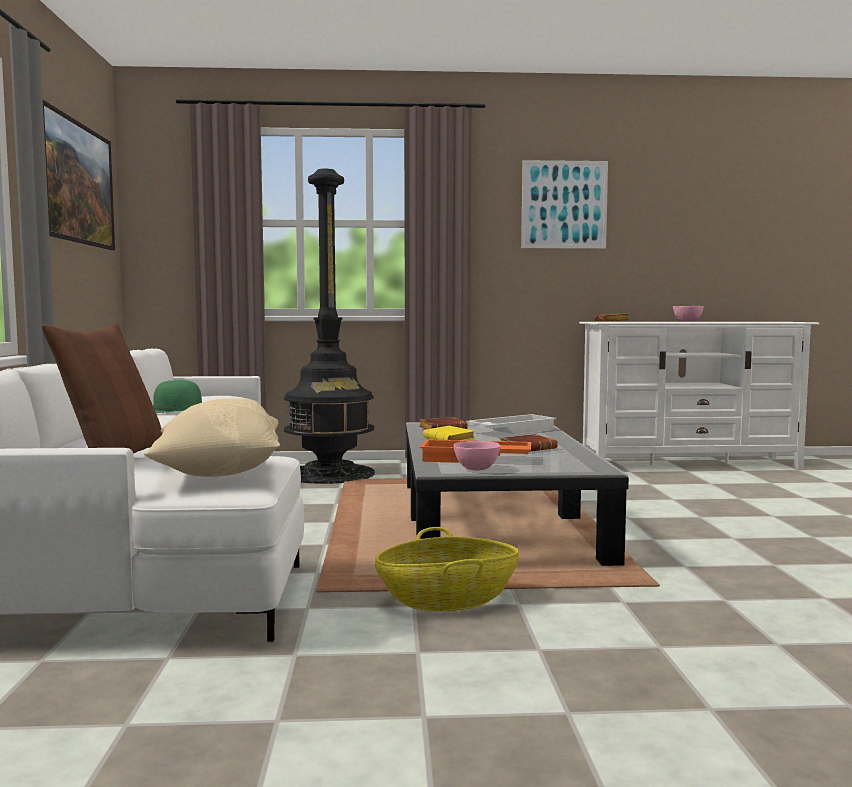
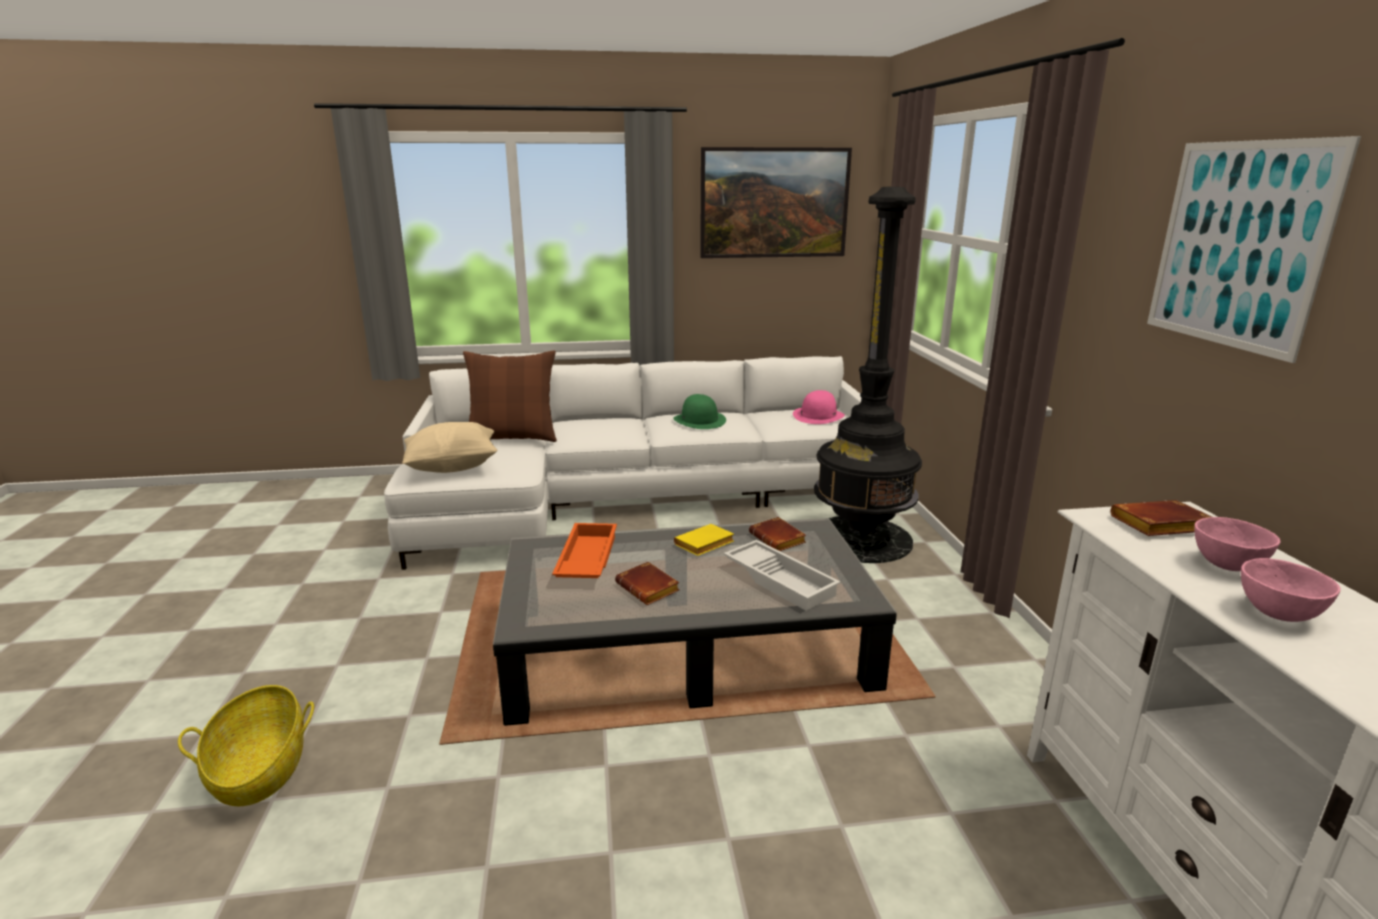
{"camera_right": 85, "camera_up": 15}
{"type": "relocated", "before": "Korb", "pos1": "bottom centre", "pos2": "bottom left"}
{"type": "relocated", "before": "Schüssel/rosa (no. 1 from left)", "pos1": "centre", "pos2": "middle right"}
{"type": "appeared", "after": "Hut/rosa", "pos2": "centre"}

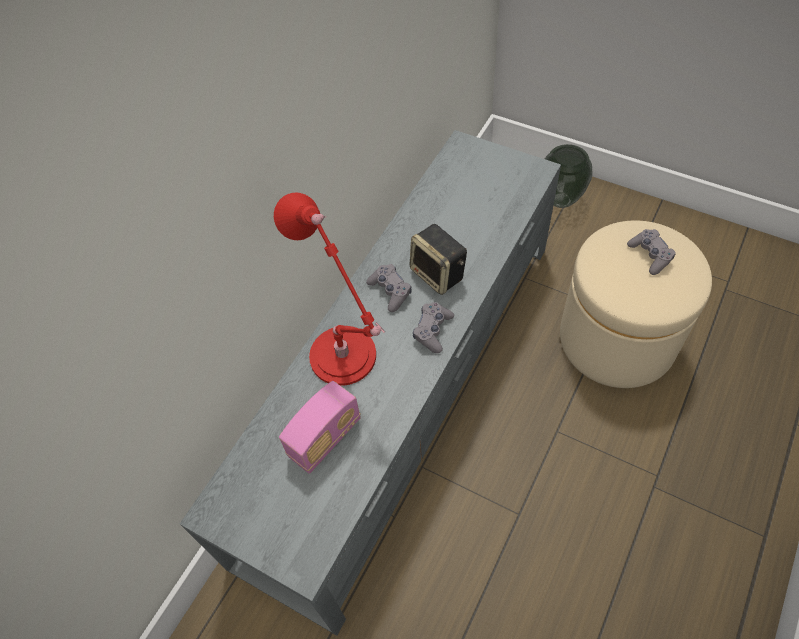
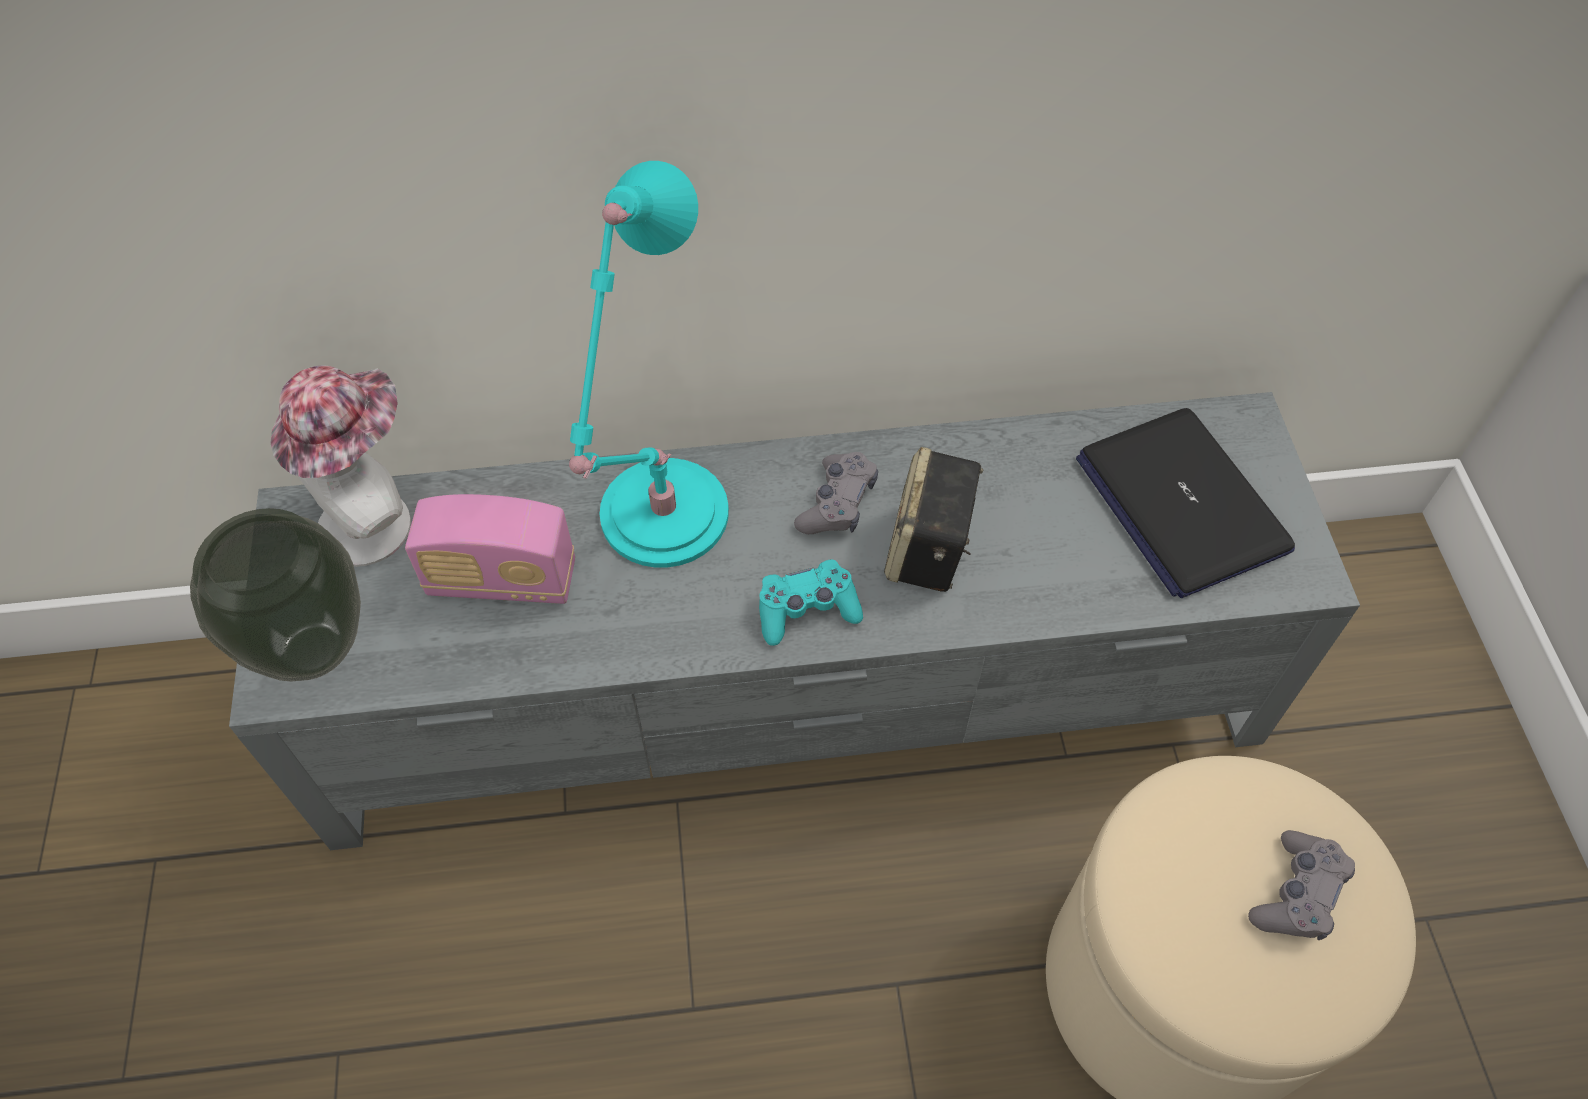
{"camera_right": 50, "camera_up": 0}
{"type": "colour", "before": "Tischlampe/rot", "after": "Tischlampe/türkis", "pos1": "centre", "pos2": "top centre"}
{"type": "colour", "before": "Gamepad/grau (no. 2 from left)", "after": "Gamepad/türkis", "pos1": "centre", "pos2": "centre"}
{"type": "relocated", "before": "Vase", "pos1": "top right", "pos2": "middle left"}
{"type": "appeared", "after": "Hut", "pos2": "middle left"}
{"type": "appeared", "after": "Laptop", "pos2": "middle right"}

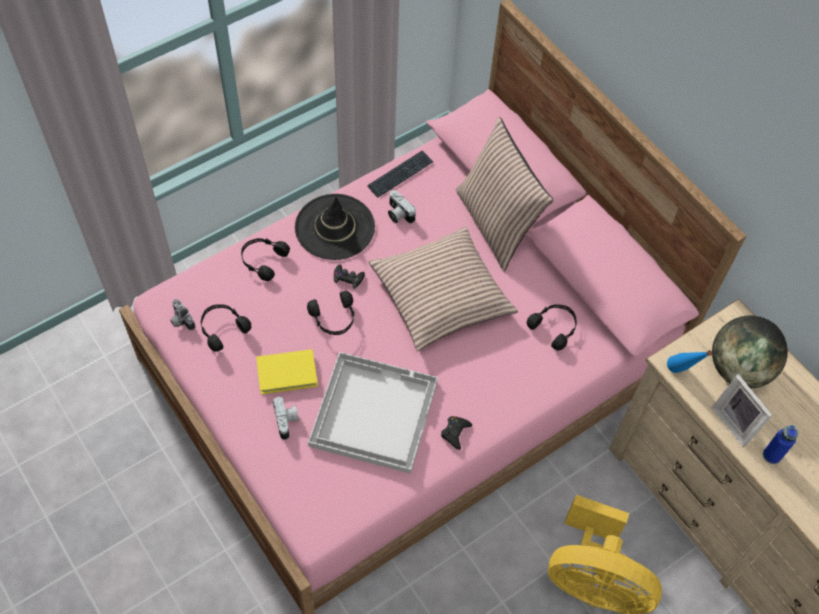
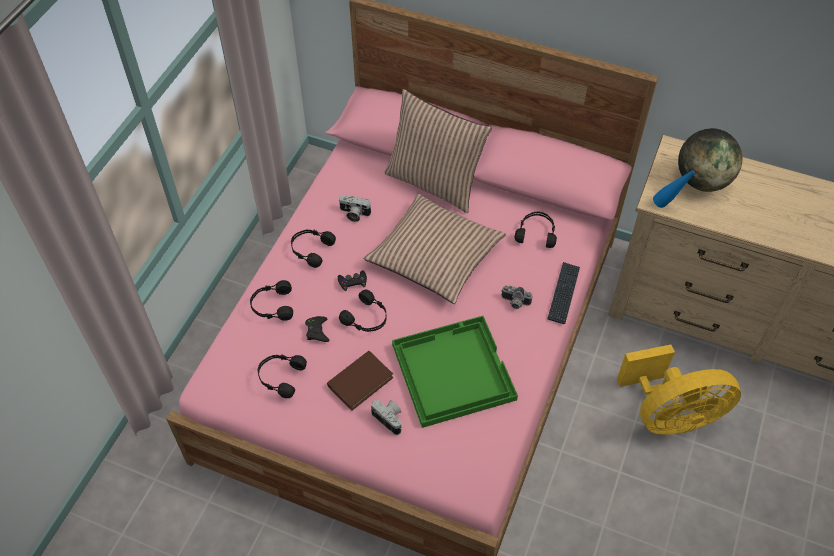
{"camera_right": -30, "camera_up": -5}
{"type": "relocated", "before": "Kamera (no. 1 from left in the first image)", "after": "Kamera (no. 3 from left)", "pos1": "middle left", "pos2": "centre"}
{"type": "colour", "before": "Buch/gelb", "after": "Buch/braun", "pos1": "centre", "pos2": "bottom centre"}
{"type": "exchanged", "before": "Hut/schwarz", "after": "Kopfhörer/schwarz (no. 3 from left)", "pos1": "centre", "pos2": "centre"}
{"type": "colour", "before": "Tablett/weiß", "after": "Tablett/grün", "pos1": "bottom centre", "pos2": "bottom centre"}
{"type": "relocated", "before": "Tastatur", "pos1": "top centre", "pos2": "middle right"}
{"type": "relocated", "before": "Gamepad/schwarz (no. 2 from left in the first image)", "after": "Gamepad/schwarz (no. 1 from left)", "pos1": "bottom centre", "pos2": "centre"}
{"type": "missing", "before": "Bilderrahmen", "pos1": "bottom right"}
{"type": "missing", "before": "Flasche/blau (no. 2 from left)", "pos1": "bottom right"}

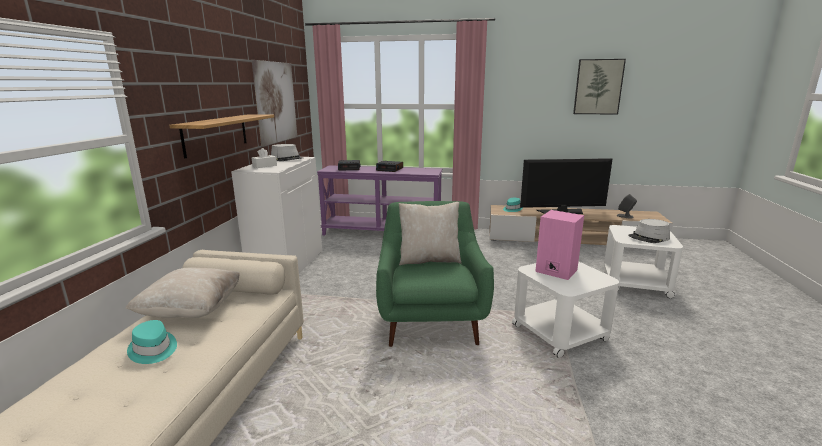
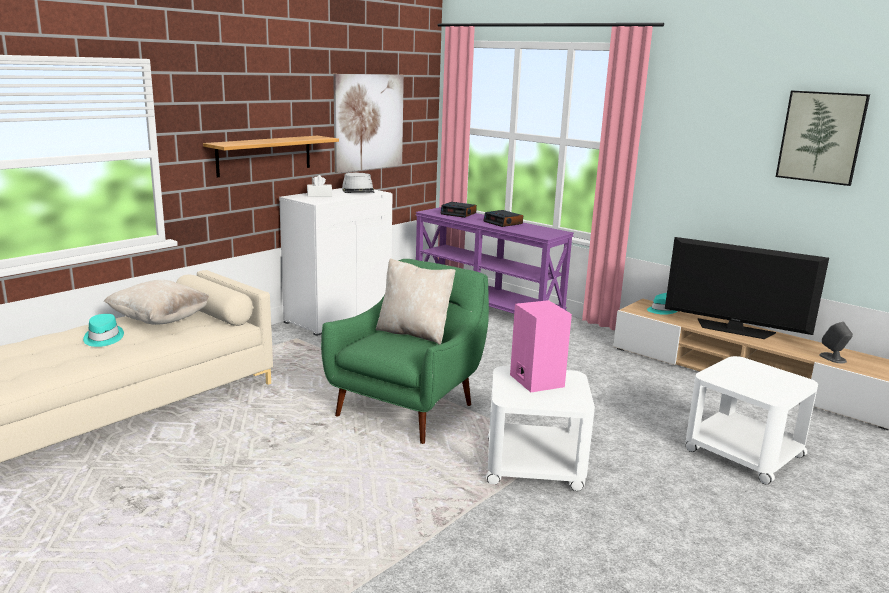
{"camera_right": 30, "camera_up": 0}
{"type": "missing", "before": "Hut/grau (no. 2 from left)", "pos1": "middle right"}

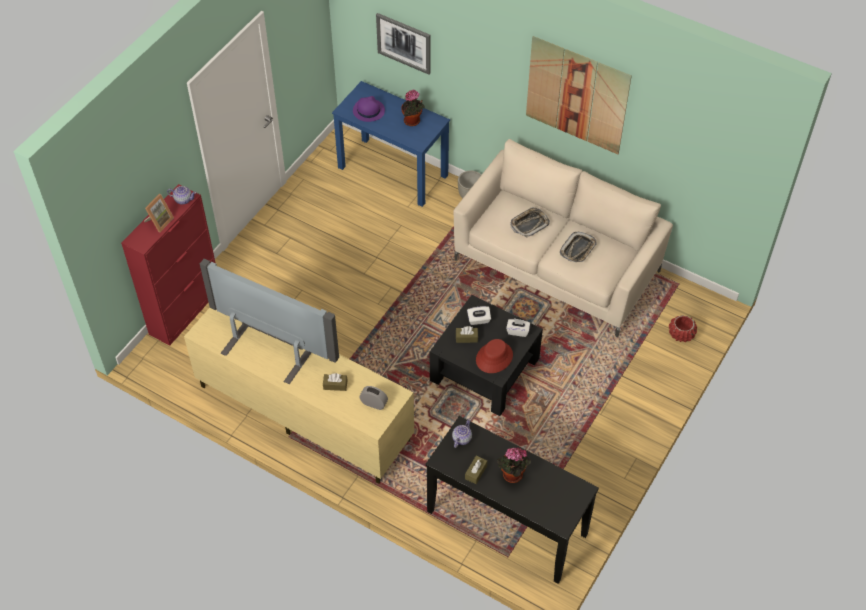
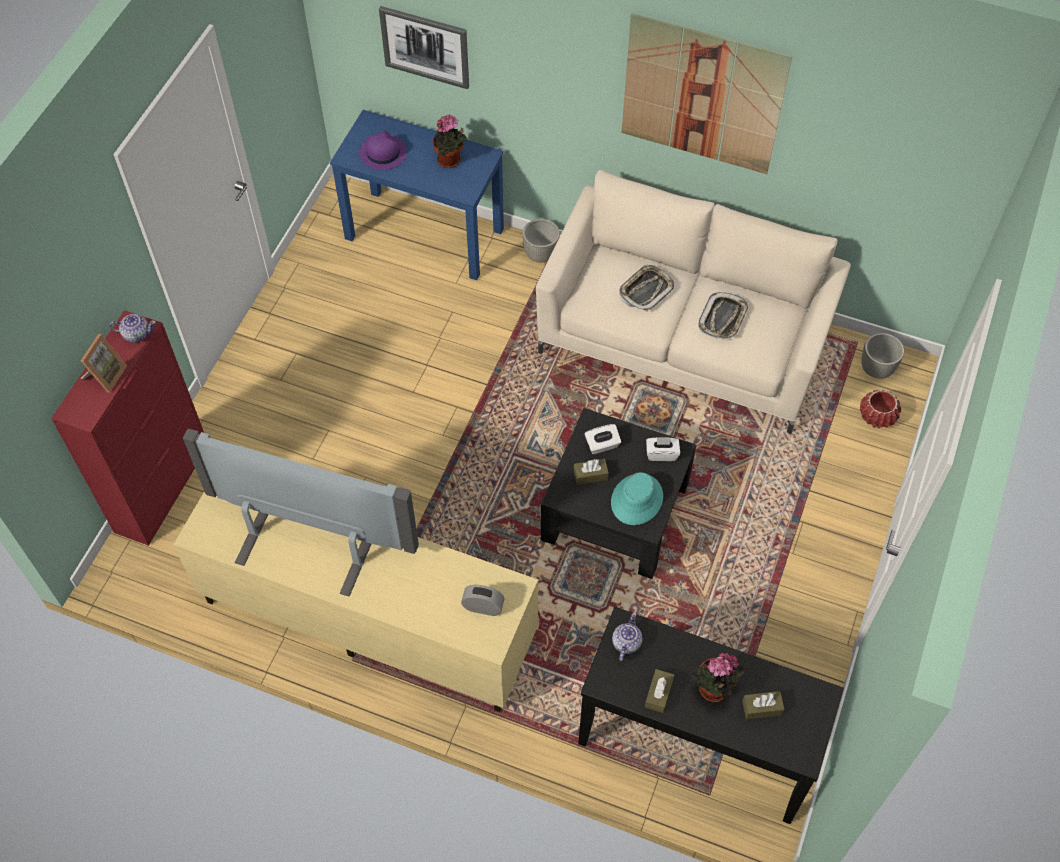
{"camera_right": -10, "camera_up": 5}
{"type": "relocated", "before": "Taschentuchbox/braun (no. 1 from left in the first image)", "after": "Taschentuchbox/braun (no. 3 from left)", "pos1": "centre", "pos2": "bottom right"}
{"type": "colour", "before": "Hut/rot", "after": "Hut/türkis", "pos1": "centre", "pos2": "centre"}
{"type": "appeared", "after": "Pflanzkübel/grau (no. 2 from left)", "pos2": "middle right"}

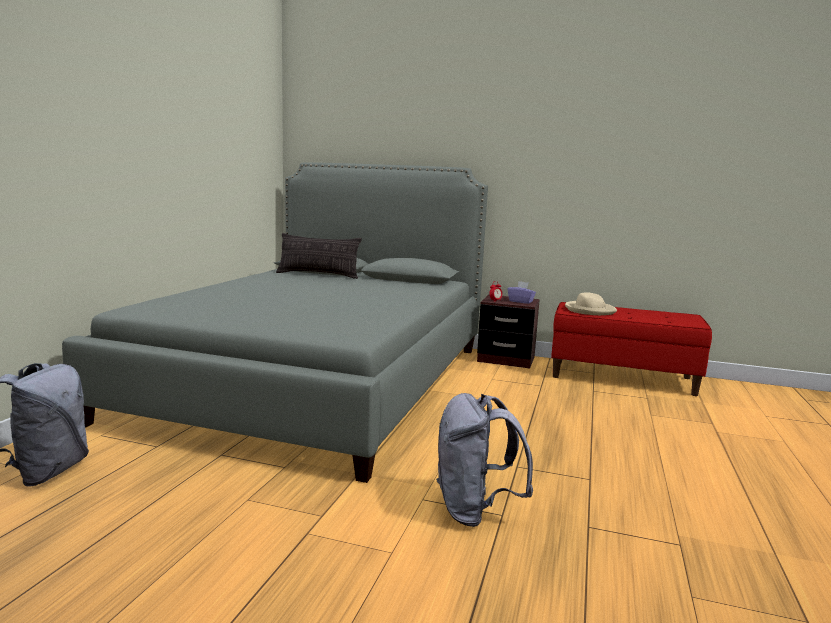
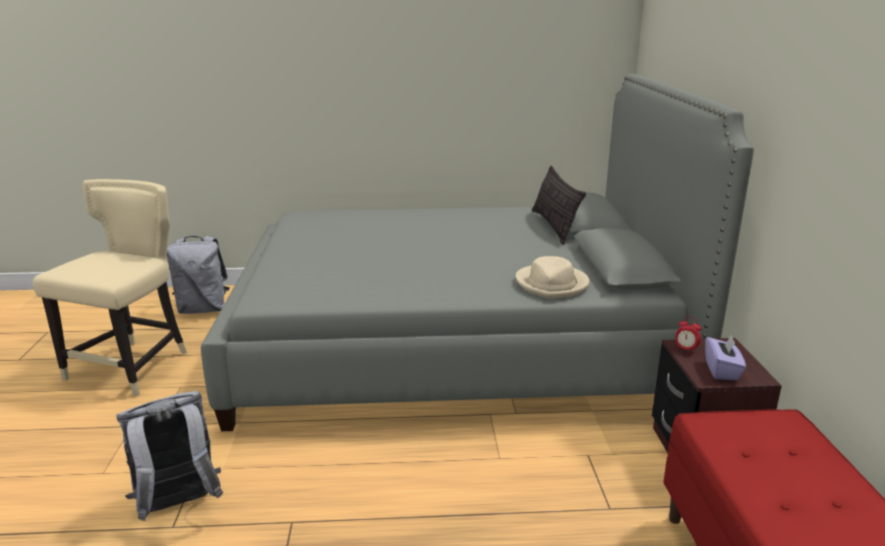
{"camera_right": 70, "camera_up": 10}
{"type": "relocated", "before": "Hut/beige", "pos1": "middle right", "pos2": "centre"}
{"type": "appeared", "after": "Stuhl/beige", "pos2": "middle left"}

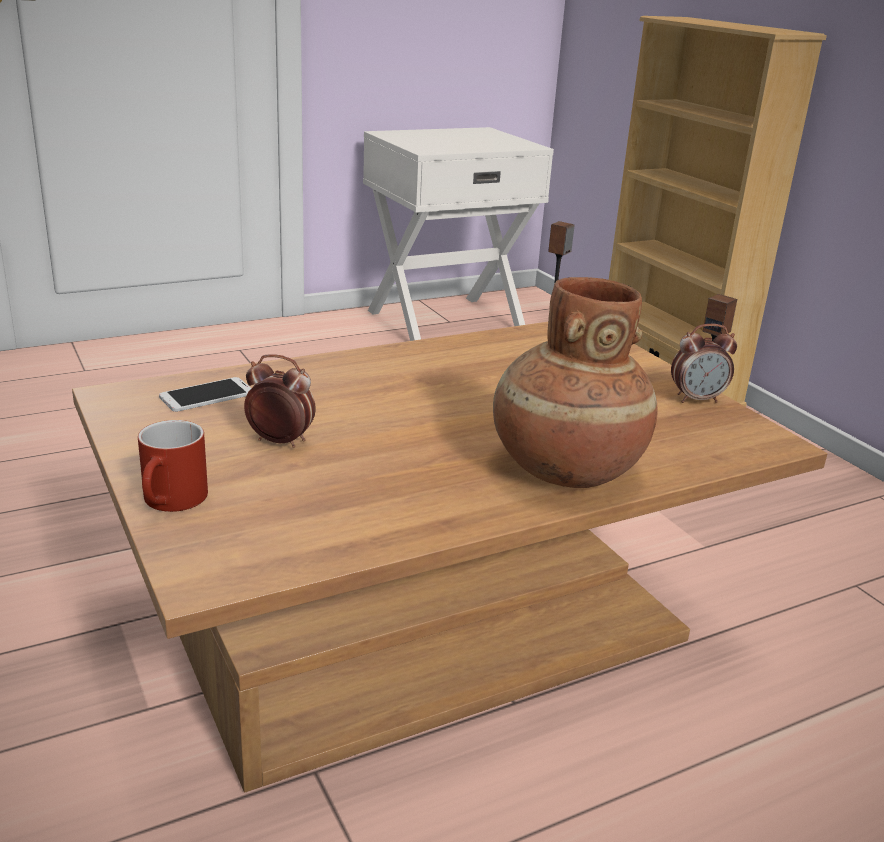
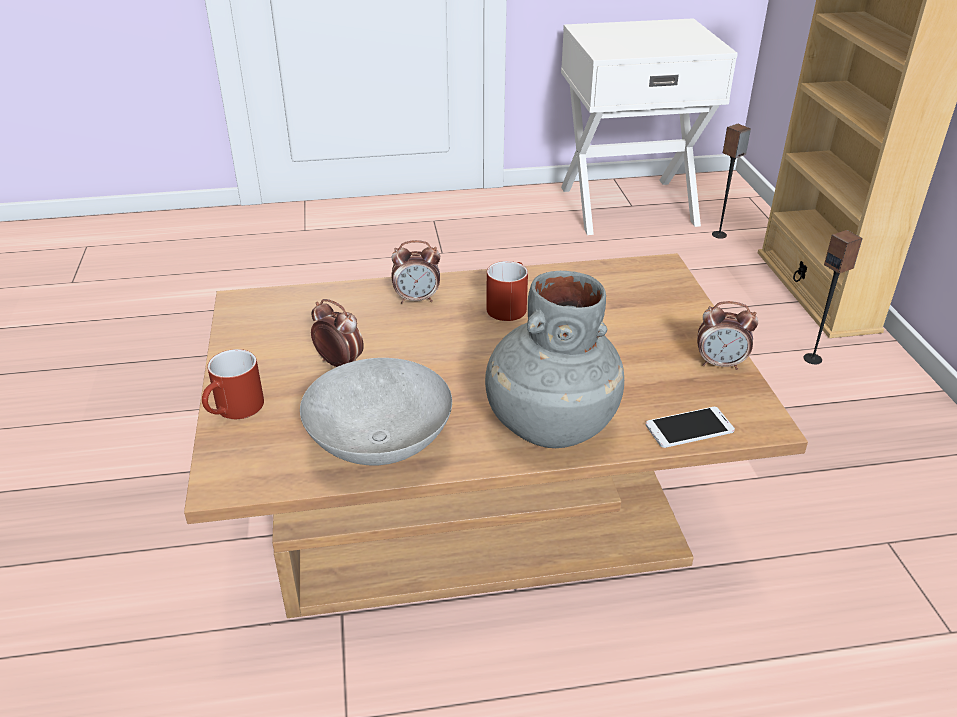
{"camera_right": 20, "camera_up": 10}
{"type": "relocated", "before": "Handy", "pos1": "middle left", "pos2": "middle right"}
{"type": "colour", "before": "Vase/braun", "after": "Vase/grau", "pos1": "centre", "pos2": "centre"}
{"type": "appeared", "after": "Schüssel/grau", "pos2": "centre"}
{"type": "appeared", "after": "Wecker (no. 2 from left)", "pos2": "centre"}
{"type": "appeared", "after": "Henkelbecher/rot (no. 2 from left)", "pos2": "centre"}

